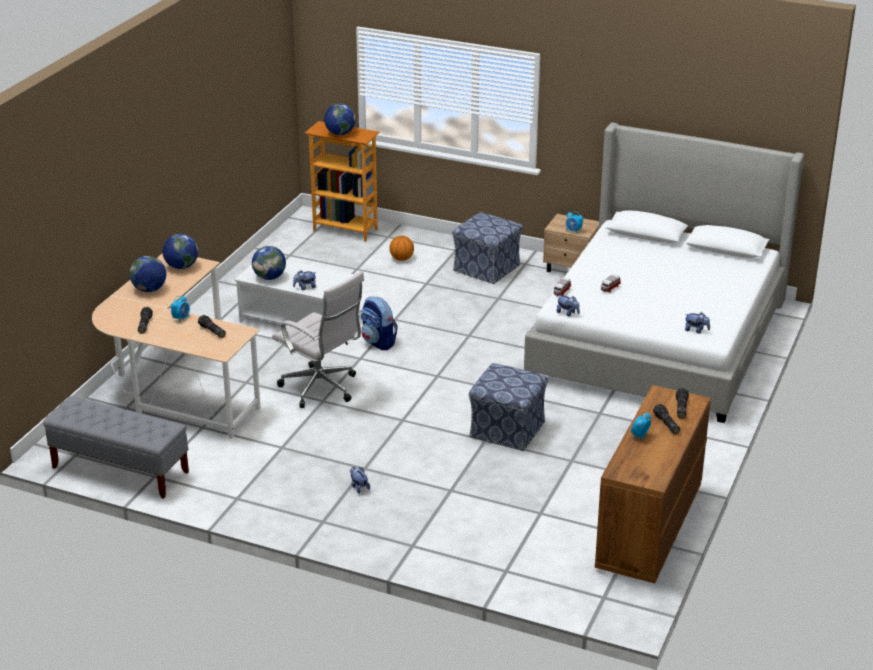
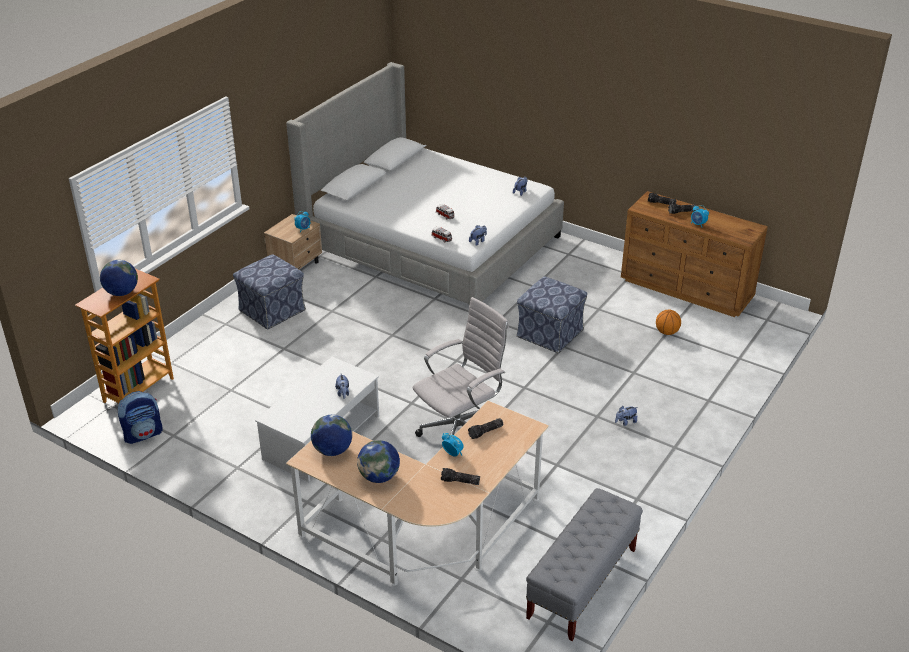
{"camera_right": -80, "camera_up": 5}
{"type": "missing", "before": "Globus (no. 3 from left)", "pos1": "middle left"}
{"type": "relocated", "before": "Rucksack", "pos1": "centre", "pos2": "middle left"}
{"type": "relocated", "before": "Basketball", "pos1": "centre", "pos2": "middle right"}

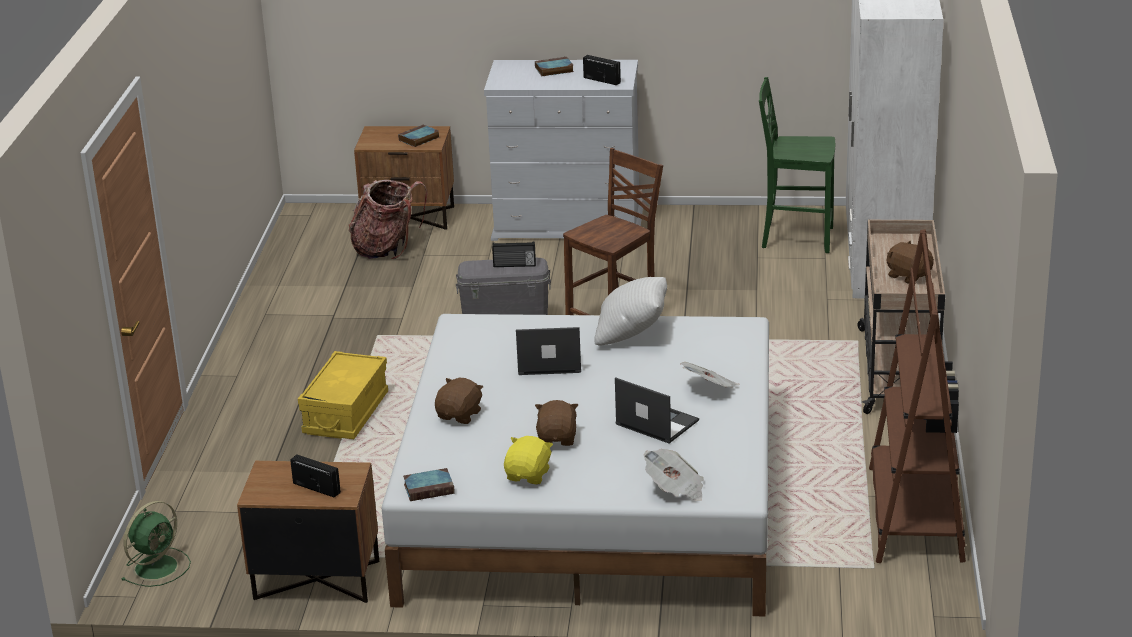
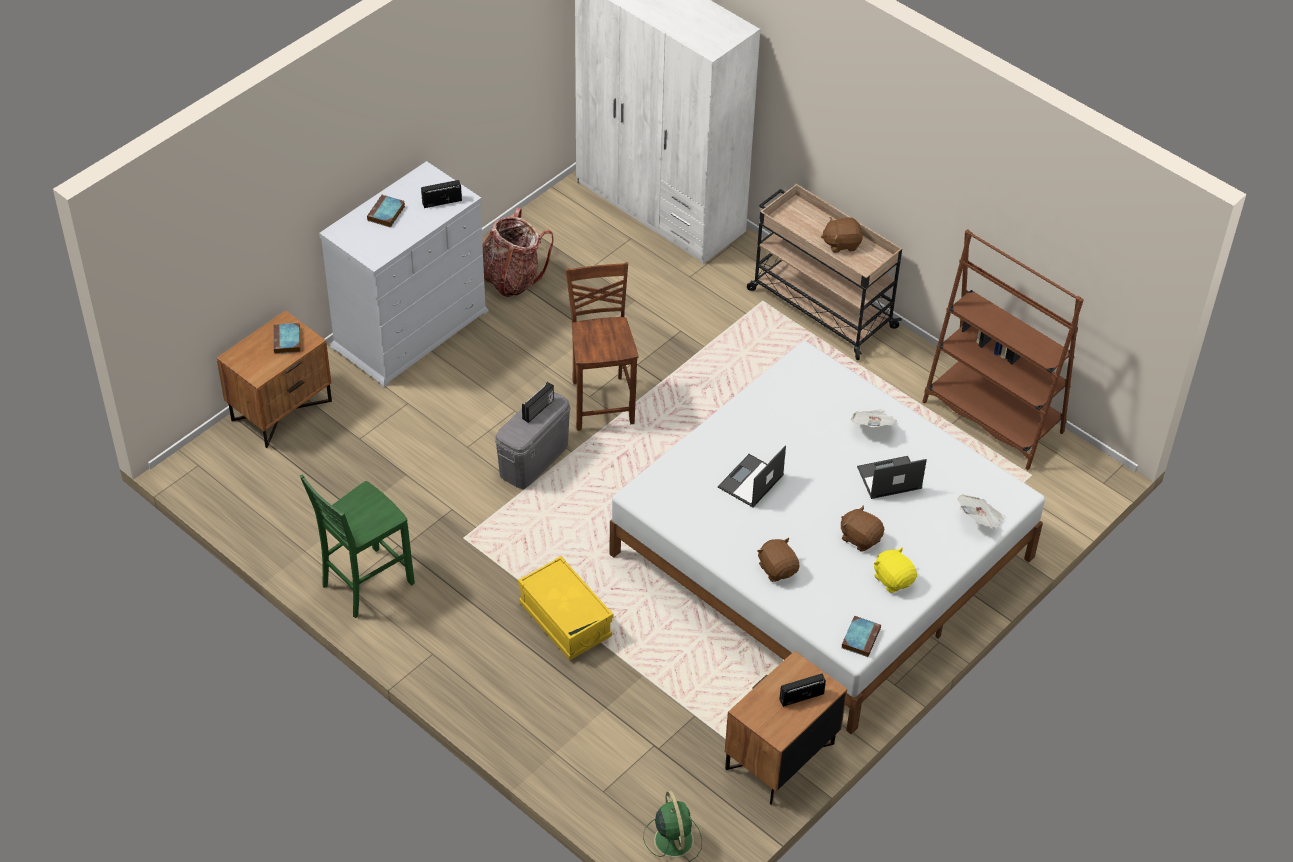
{"camera_right": -55, "camera_up": 20}
{"type": "relocated", "before": "Rucksack", "pos1": "centre", "pos2": "top centre"}
{"type": "missing", "before": "Kissen/weiß", "pos1": "centre"}
{"type": "relocated", "before": "Stuhl/grün", "pos1": "top right", "pos2": "middle left"}

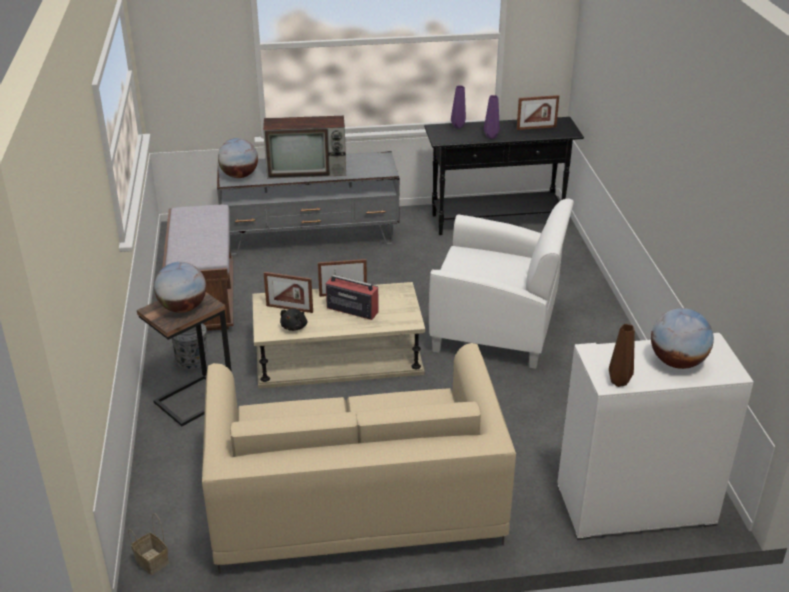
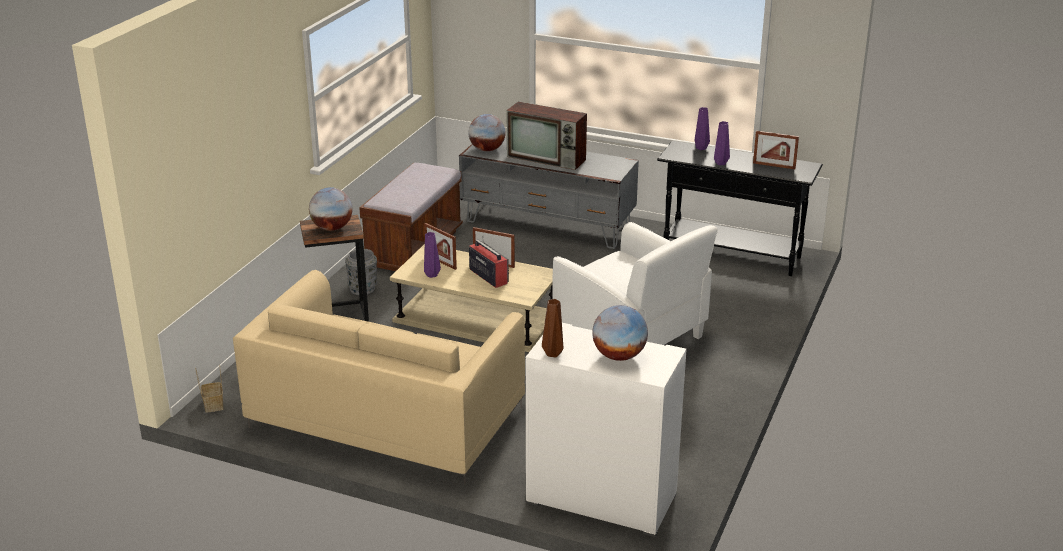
{"camera_right": 30, "camera_up": -5}
{"type": "exchanged", "before": "Plüschtier/schwarz", "after": "Vase/lila (no. 1 from left)", "pos1": "centre", "pos2": "centre"}

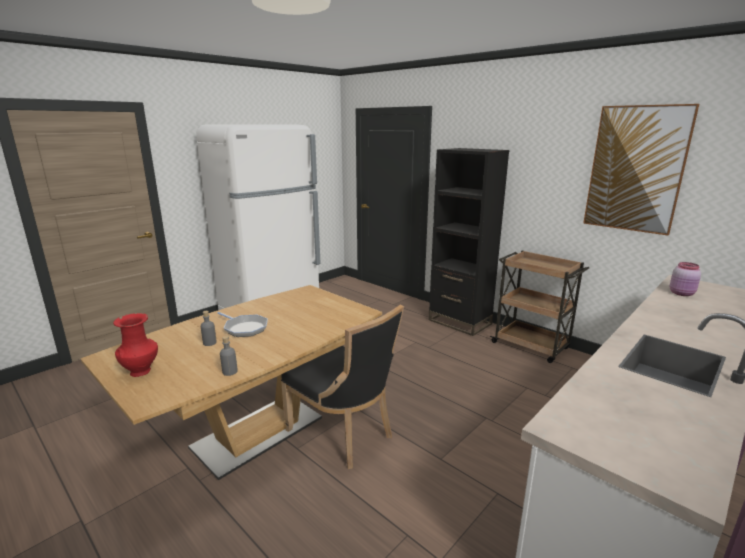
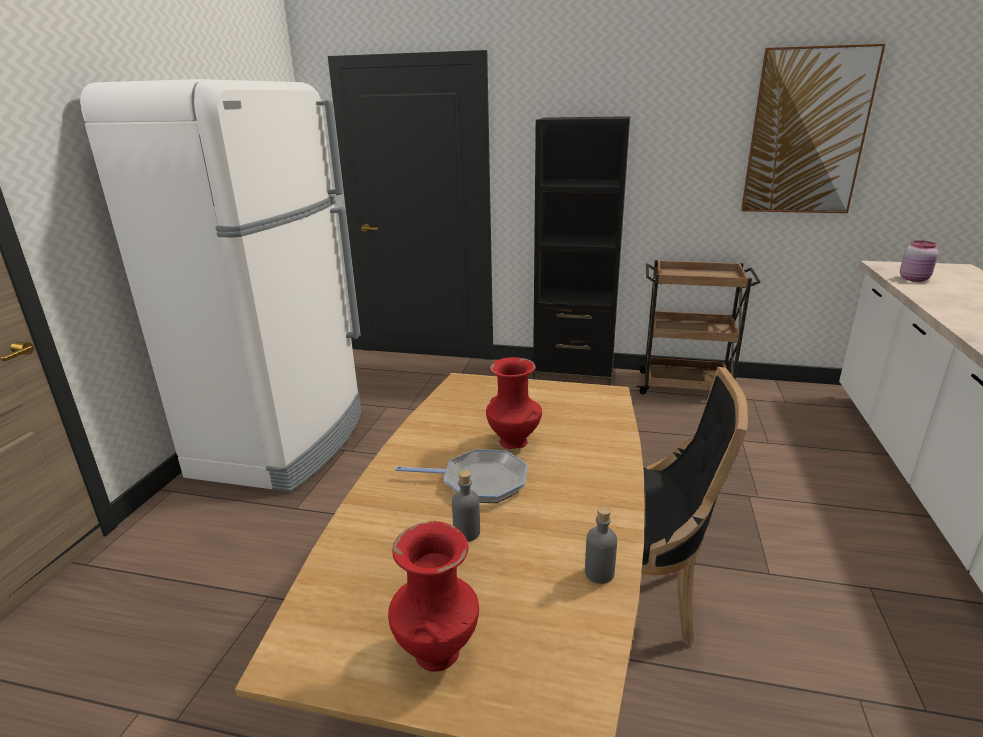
{"camera_right": -30, "camera_up": 5}
{"type": "appeared", "after": "Vase/rot (no. 2 from left)", "pos2": "centre"}

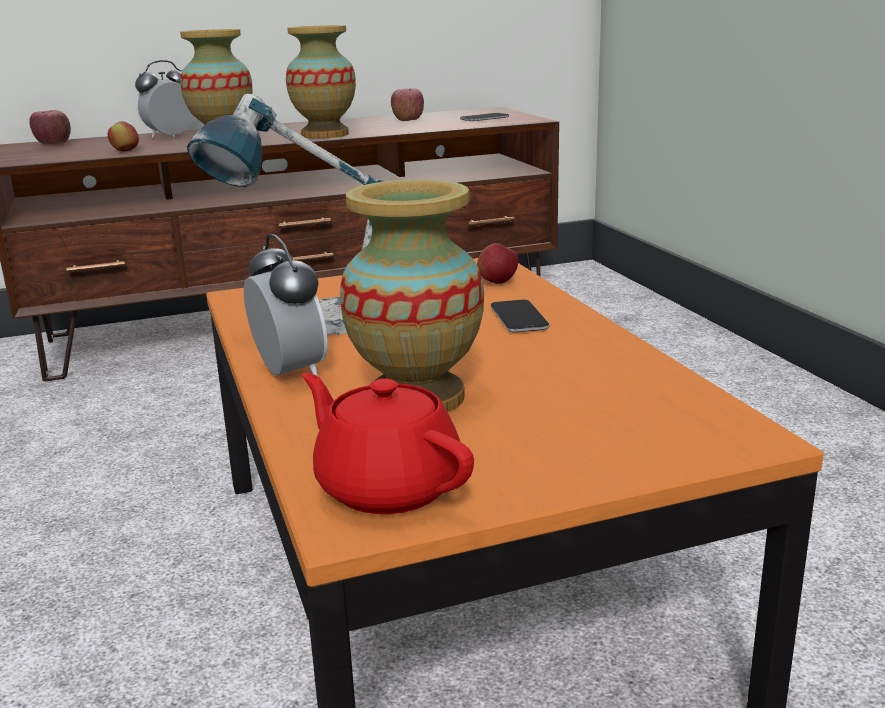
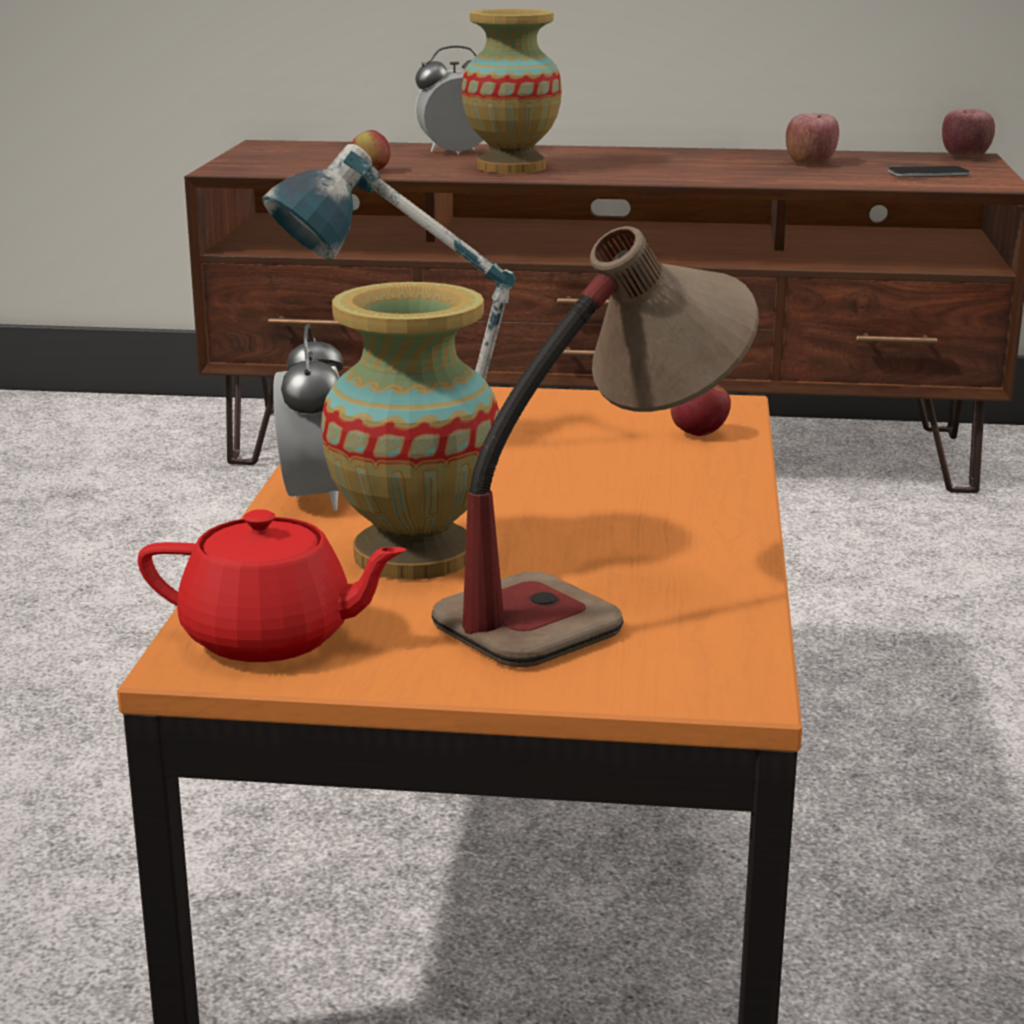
{"camera_right": 25, "camera_up": 0}
{"type": "relocated", "before": "Apfel (no. 1 from left in the first image)", "after": "Apfel (no. 4 from left)", "pos1": "top left", "pos2": "top right"}
{"type": "missing", "before": "Vase (no. 2 from left)", "pos1": "top centre"}
{"type": "spun", "before": "Teekanne/rot", "pos1": "centre", "pos2": "middle left", "turn": 120}
{"type": "missing", "before": "Handy (no. 2 from left)", "pos1": "centre"}
{"type": "appeared", "after": "Tischlampe (no. 2 from left)", "pos2": "centre"}

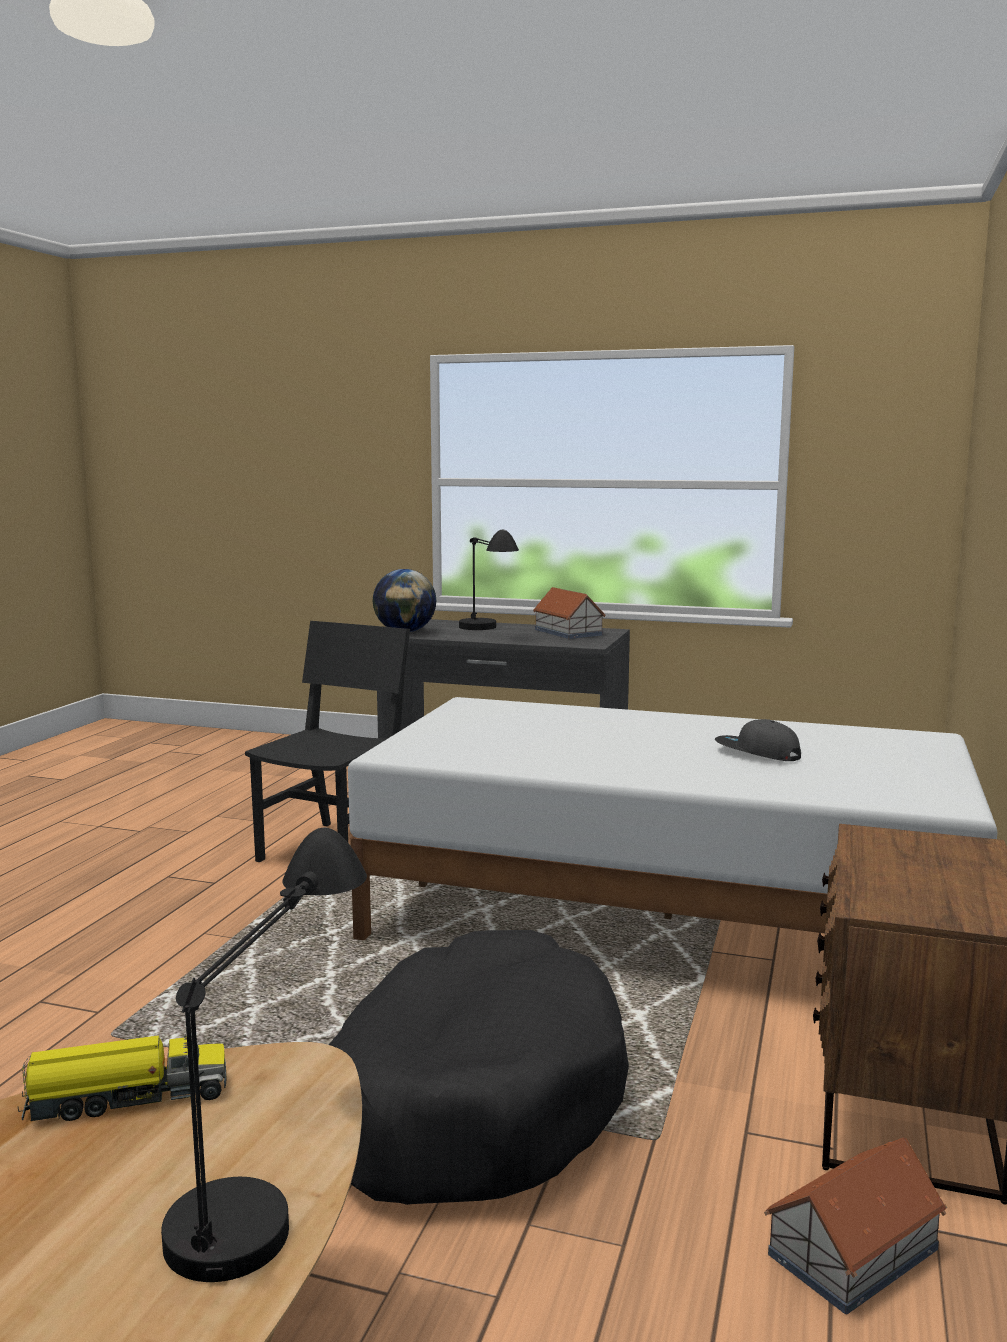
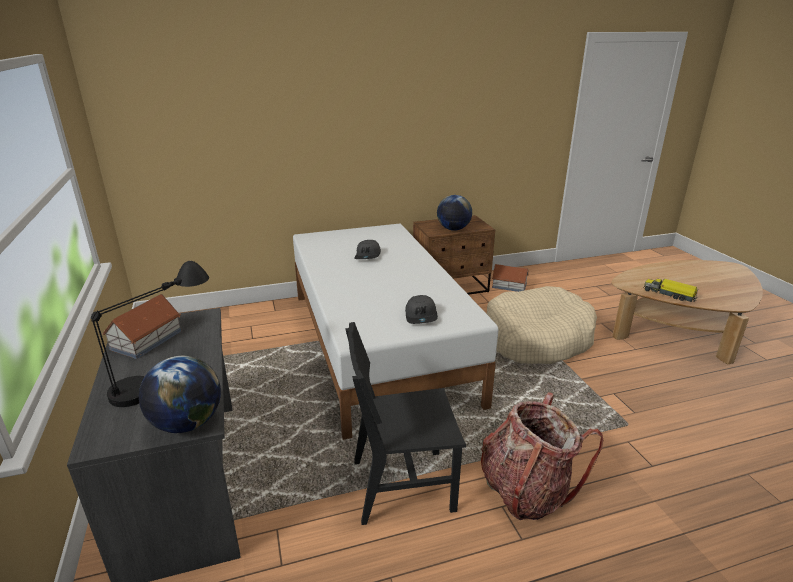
{"camera_right": -125, "camera_up": 15}
{"type": "missing", "before": "Tischlampe/schwarz (no. 1 from left)", "pos1": "bottom left"}
{"type": "colour", "before": "Hundebett/schwarz", "after": "Hundebett/beige", "pos1": "bottom centre", "pos2": "middle right"}
{"type": "appeared", "after": "Kappe/grau (no. 2 from left)", "pos2": "centre"}
{"type": "appeared", "after": "Globus (no. 2 from left)", "pos2": "centre"}
{"type": "appeared", "after": "Rucksack", "pos2": "bottom right"}

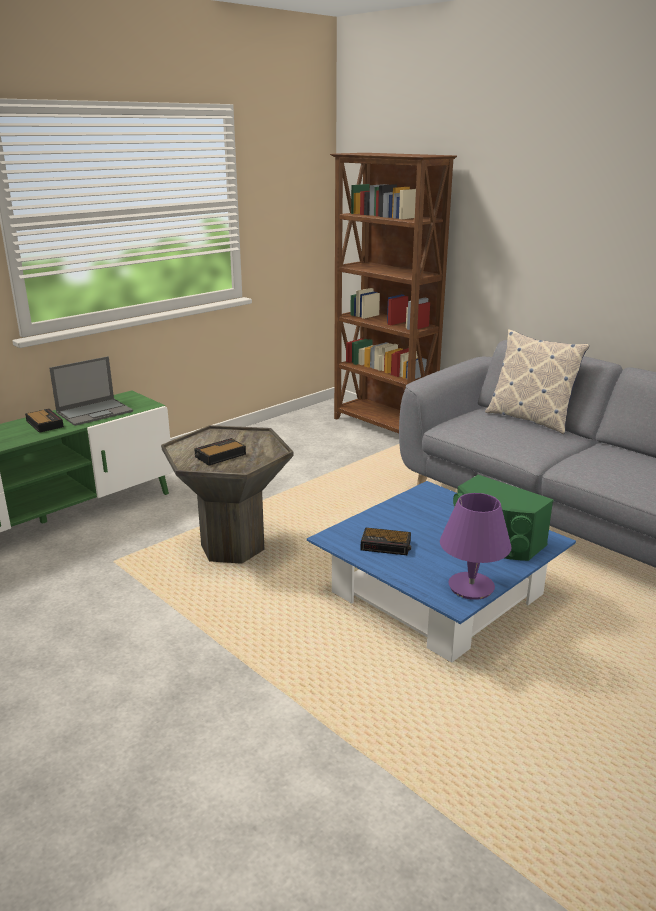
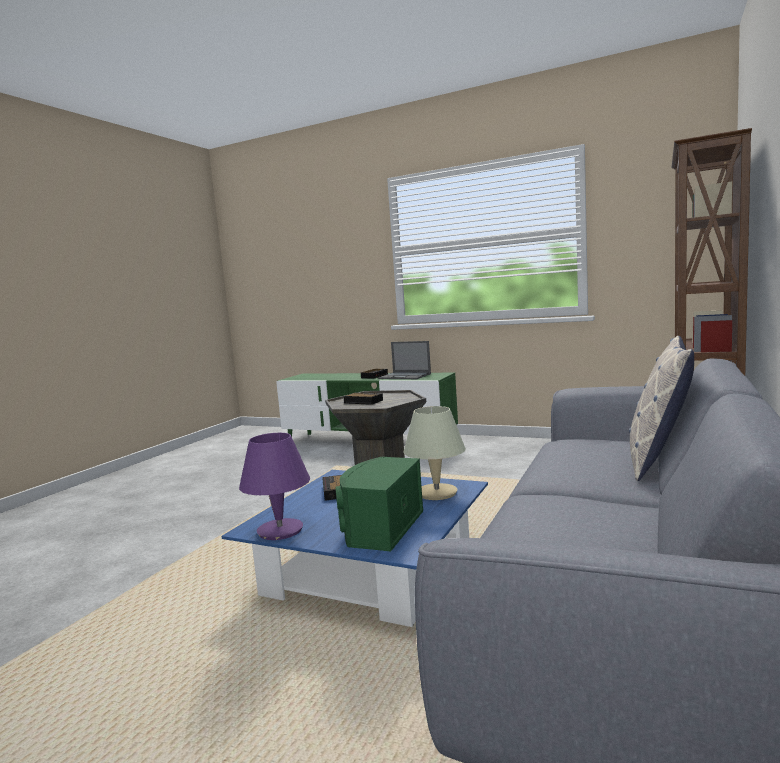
{"camera_right": 70, "camera_up": -15}
{"type": "appeared", "after": "Tischlampe/beige", "pos2": "centre"}

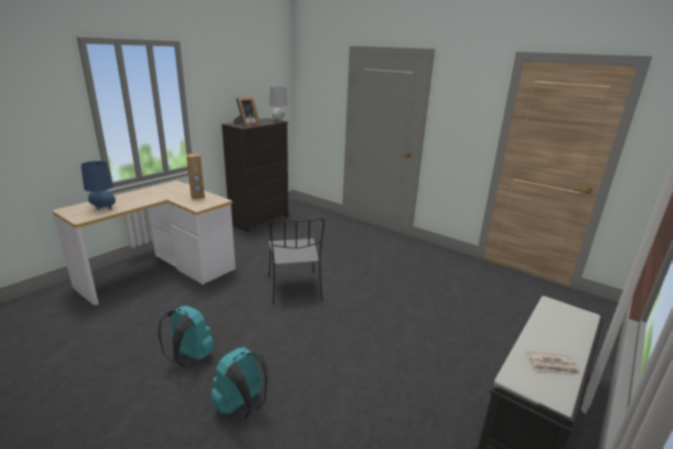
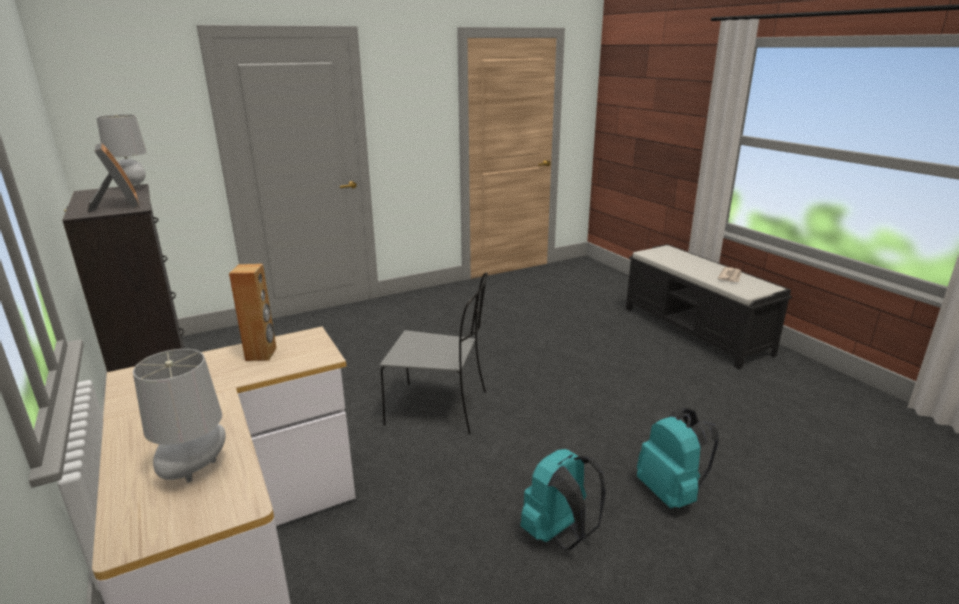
{"camera_right": -65, "camera_up": 0}
{"type": "colour", "before": "Tischlampe/blau", "after": "Tischlampe/grau (no. 2 from left)", "pos1": "middle left", "pos2": "bottom left"}

